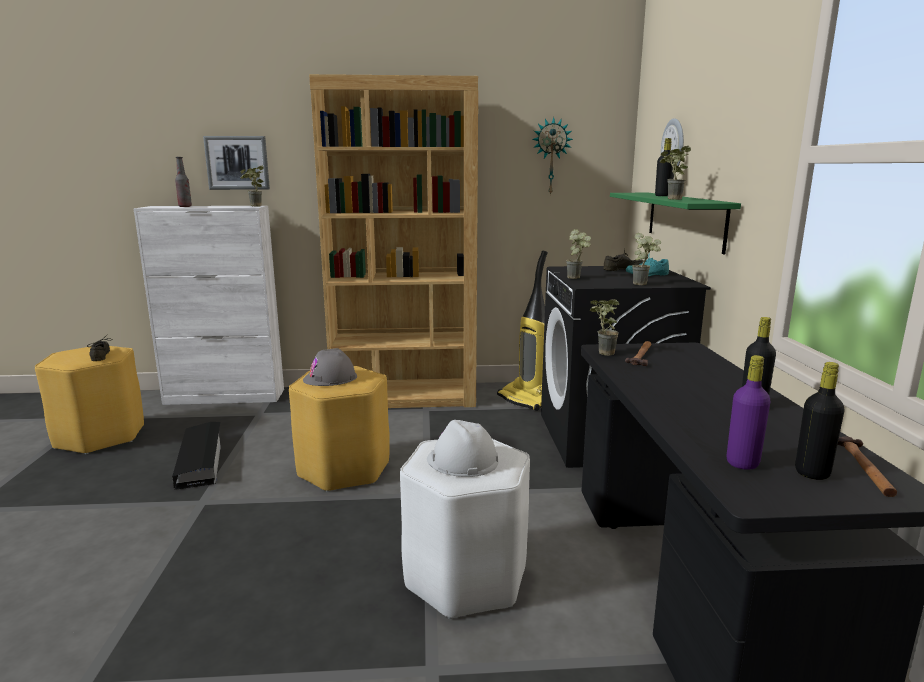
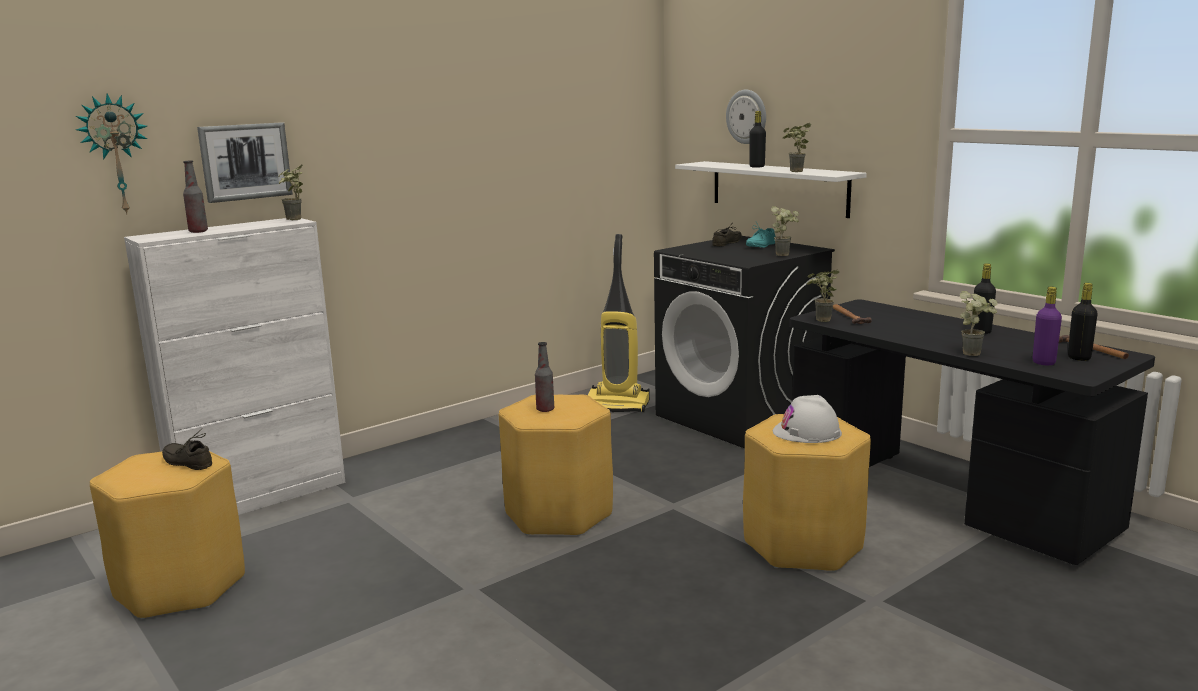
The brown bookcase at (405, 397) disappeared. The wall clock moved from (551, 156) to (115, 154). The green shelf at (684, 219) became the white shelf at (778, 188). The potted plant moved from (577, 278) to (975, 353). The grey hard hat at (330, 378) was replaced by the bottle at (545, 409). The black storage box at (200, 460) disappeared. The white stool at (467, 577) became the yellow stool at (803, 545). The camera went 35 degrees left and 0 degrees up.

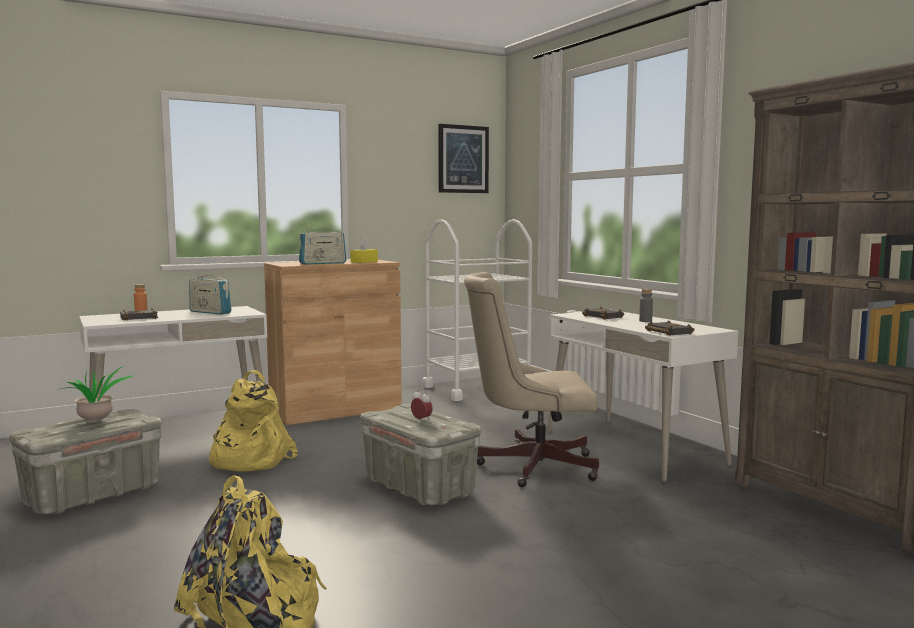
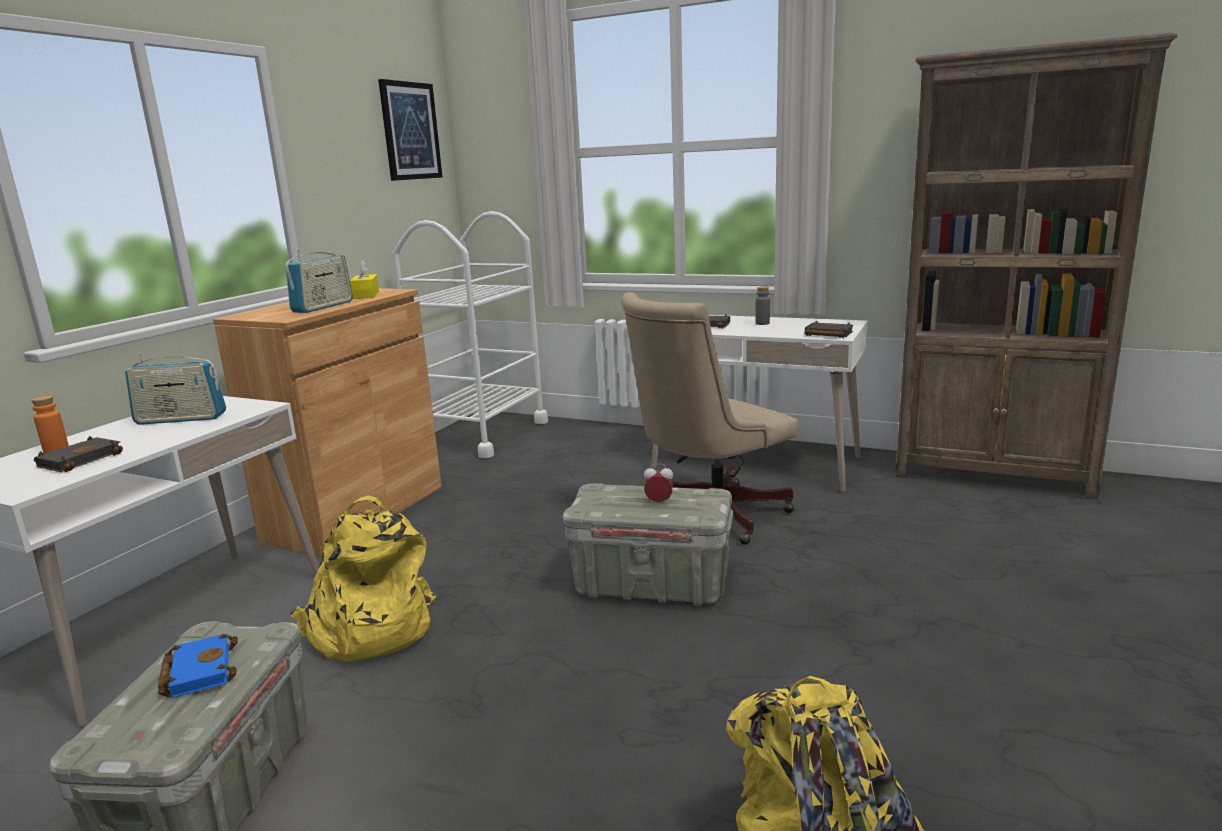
The potted plant at (97, 421) was replaced by the blue book at (197, 671). The camera went 35 degrees left and 10 degrees up.

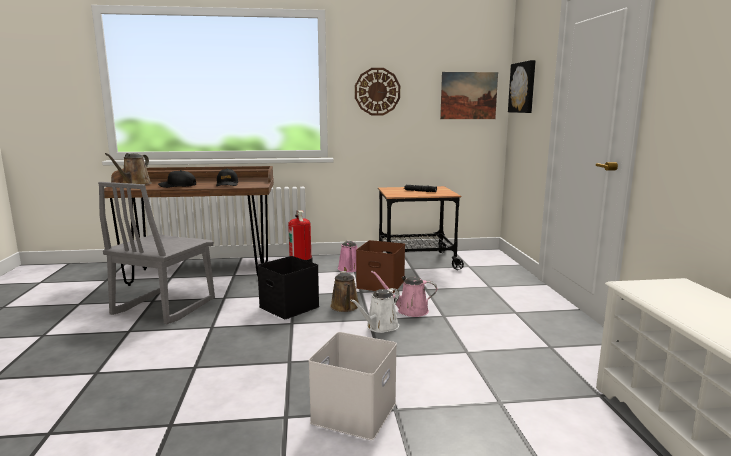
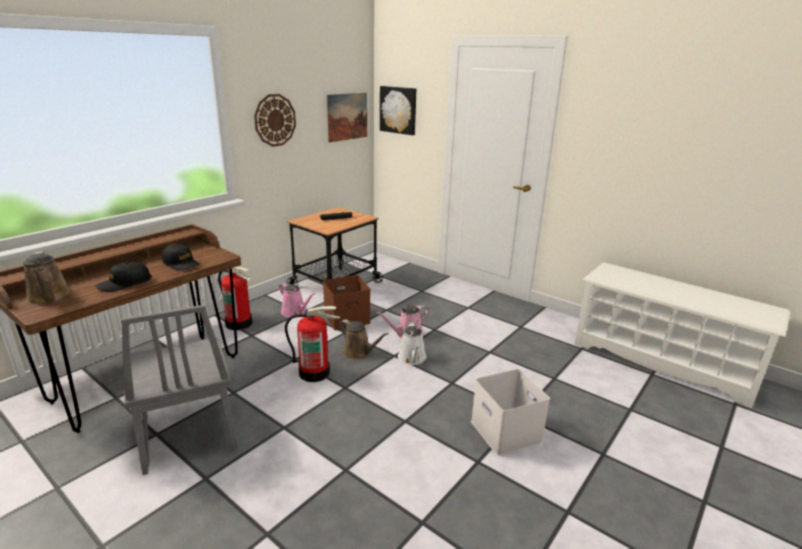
The black storage box at (290, 306) was replaced by the fire extinguisher at (314, 372). The camera went 45 degrees left and 10 degrees up.

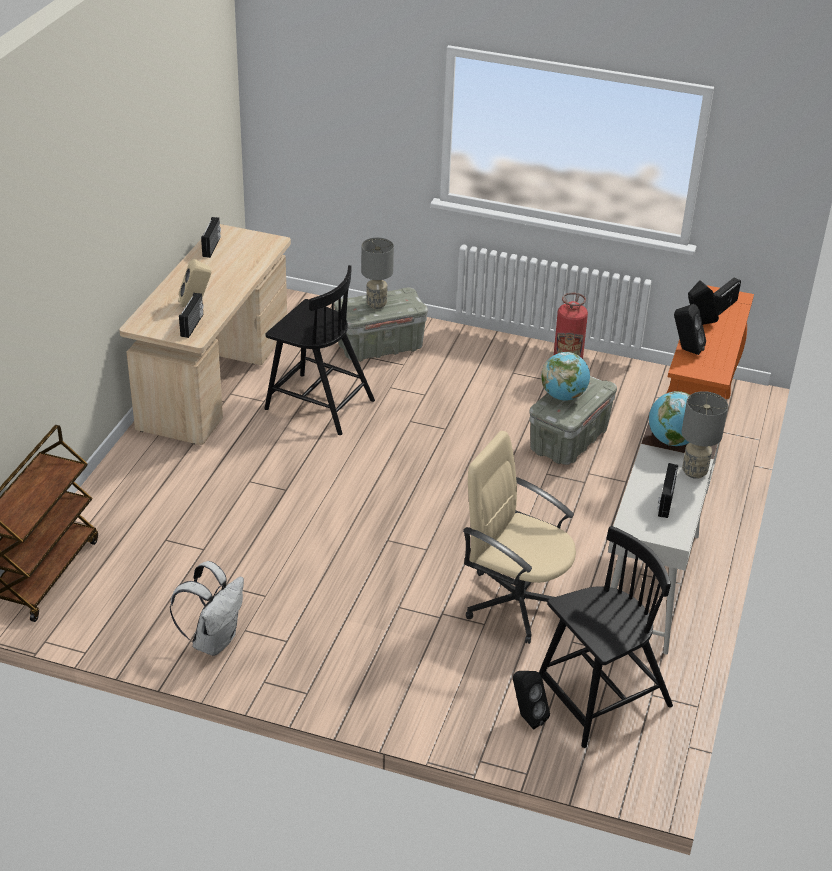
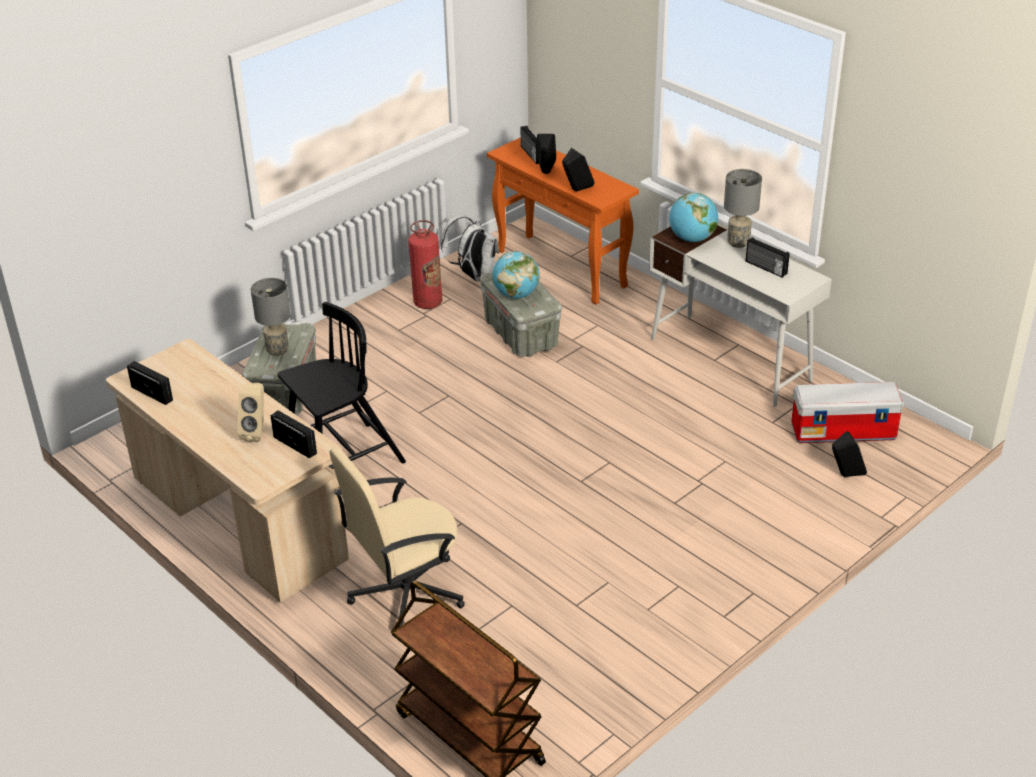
The beige office chair moved from (516, 601) to (405, 592). The black chair at (600, 699) was replaced by the storage box at (844, 431). The white backpack moved from (214, 640) to (474, 275). The camera went 60 degrees left and 0 degrees up.

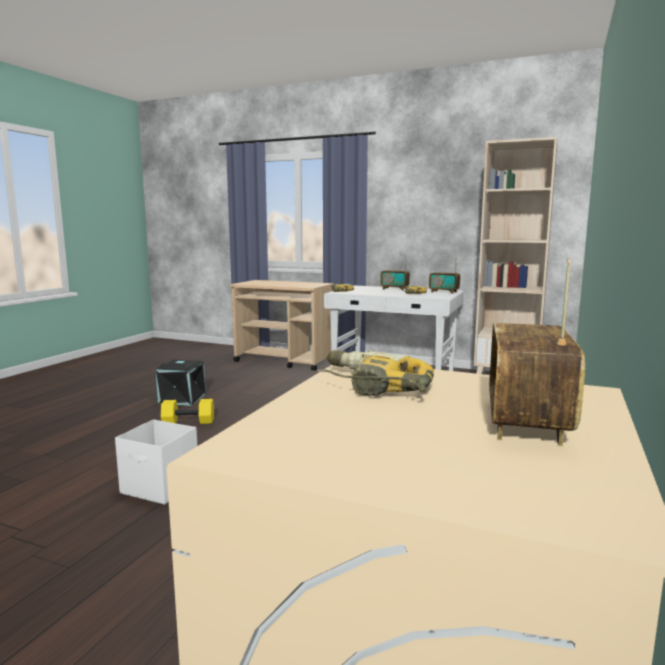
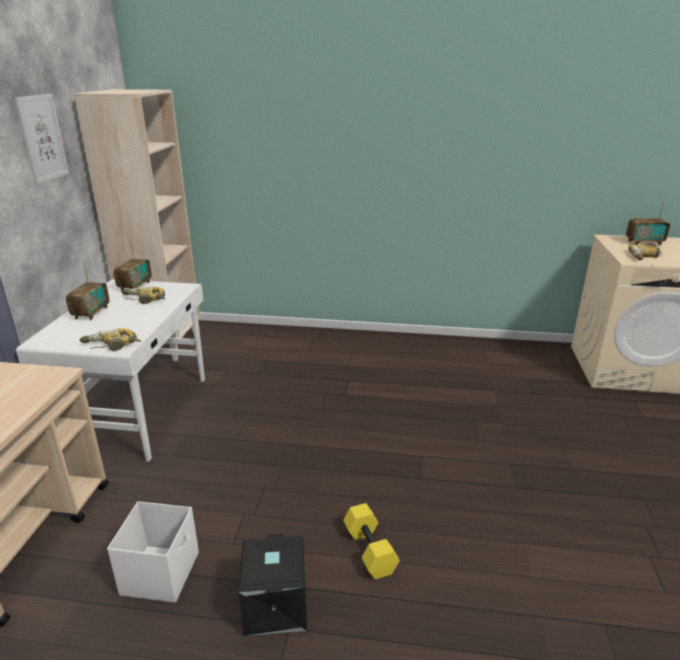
The white storage box moved from (161, 487) to (161, 573). The picture at (42, 138) appeared. The camera went 105 degrees left and 15 degrees up.

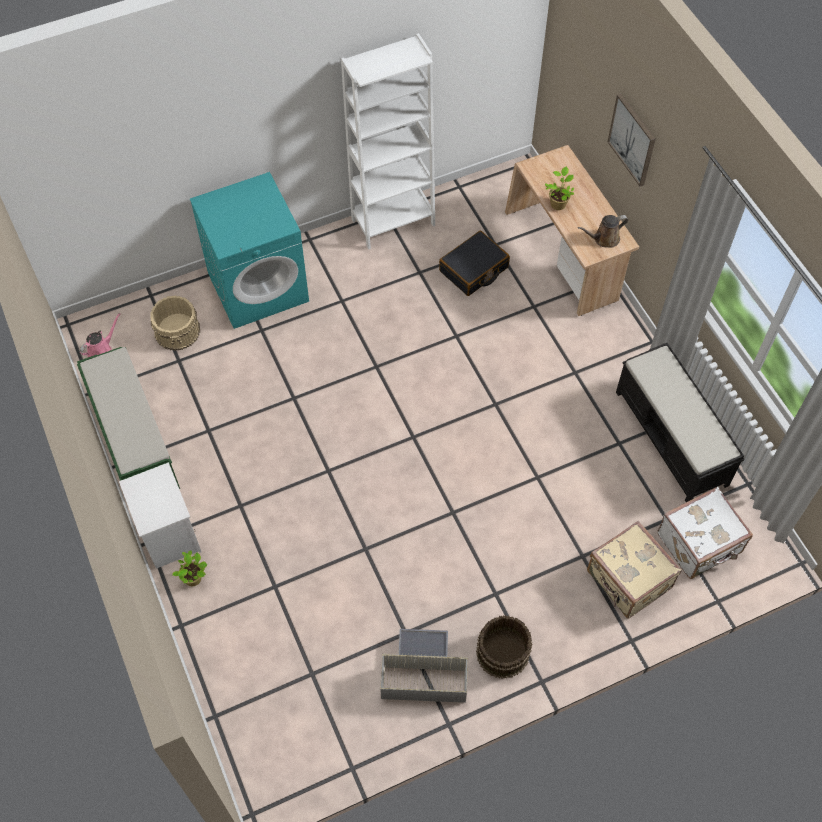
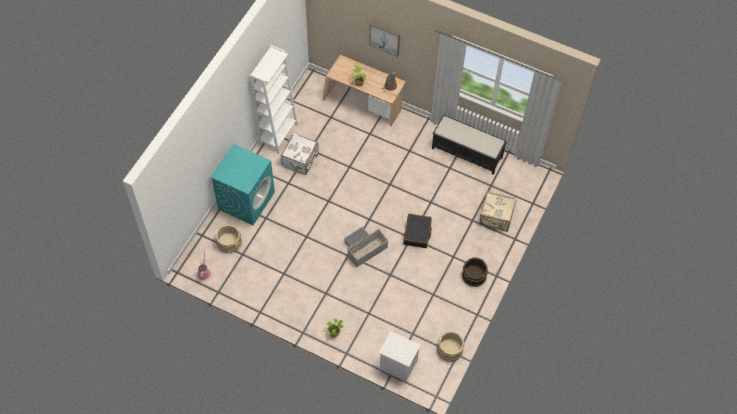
The black suitcase moved from (474, 270) to (417, 233). The green bench at (134, 439) disappeared. The white nightstand moved from (168, 535) to (397, 366). The white suitcase moved from (700, 544) to (301, 160). The grey storage box moved from (422, 673) to (364, 249). The beige bucket at (449, 349) appeared. The camera went 40 degrees left and 0 degrees up.

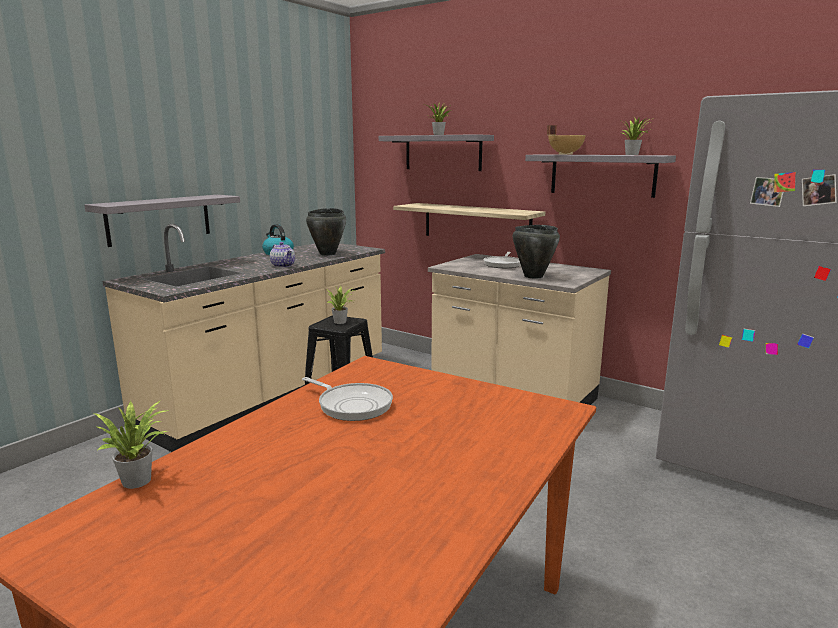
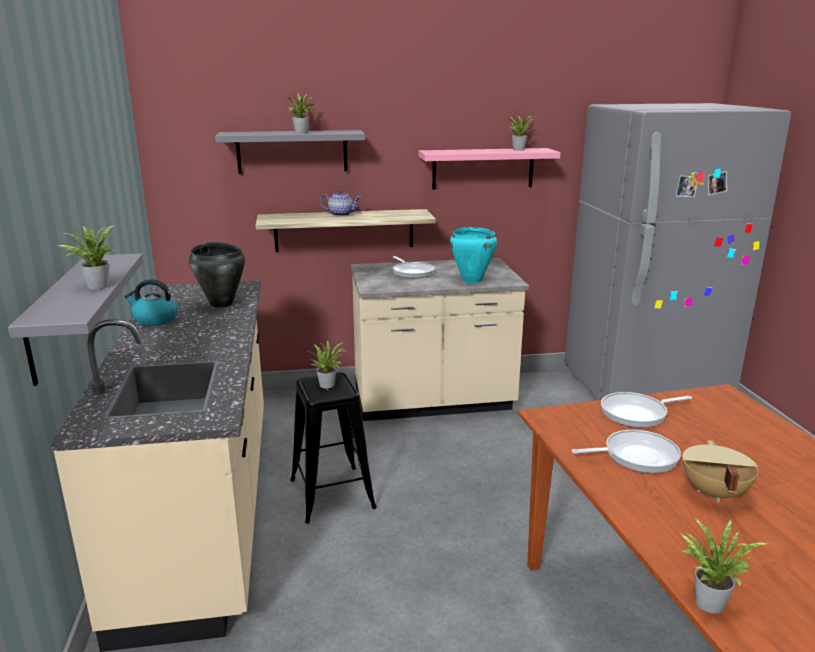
The beige cooking pot moved from (564, 154) to (712, 492). The grey shelf at (602, 175) became the pink shelf at (483, 168). The black cooking pot at (533, 276) became the turquoise cooking pot at (471, 280). The teapot moved from (283, 266) to (341, 214). The potted plant at (96, 286) appeared. The frying pan at (637, 413) appeared. The camera went 45 degrees left and 5 degrees up.

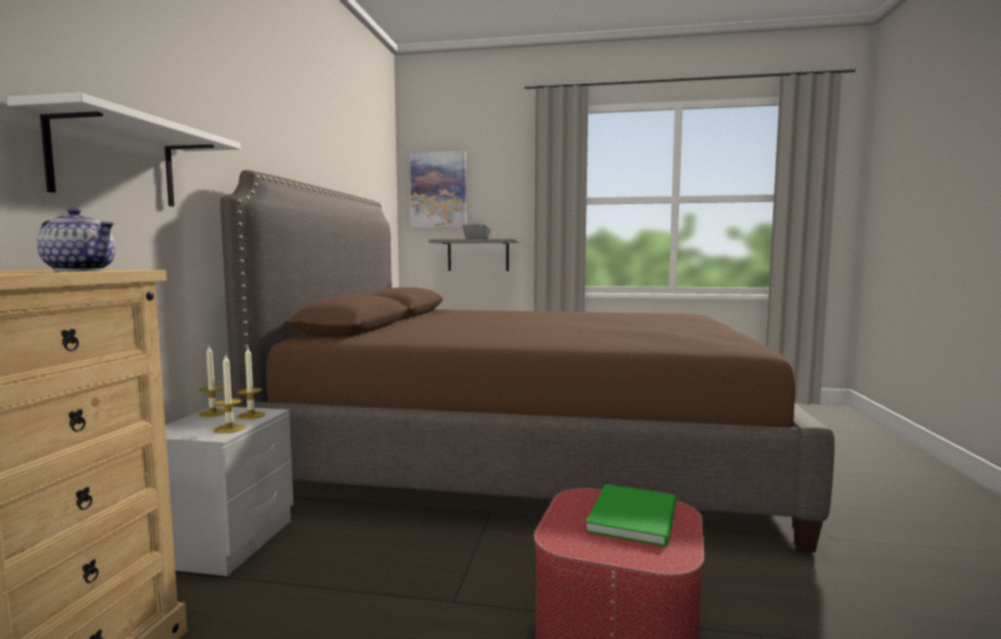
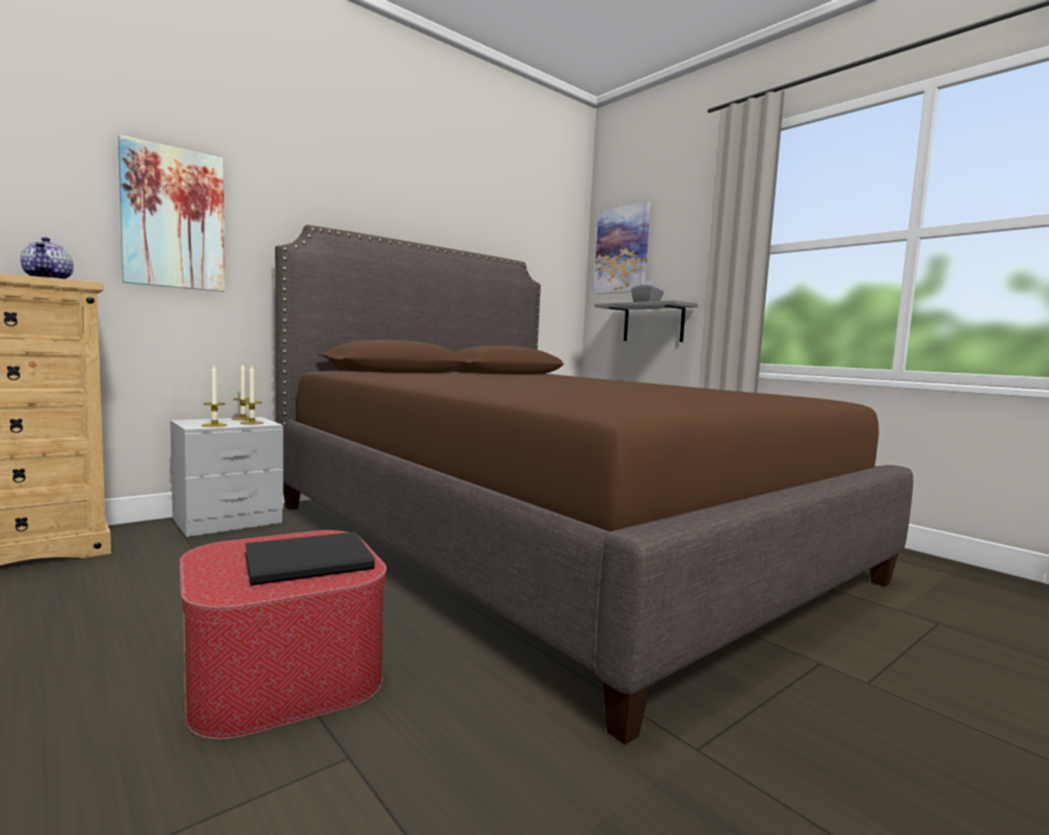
The white shelf at (115, 162) was replaced by the picture at (173, 219). The green book at (636, 516) became the black book at (312, 562). The camera went 40 degrees right and 0 degrees up.

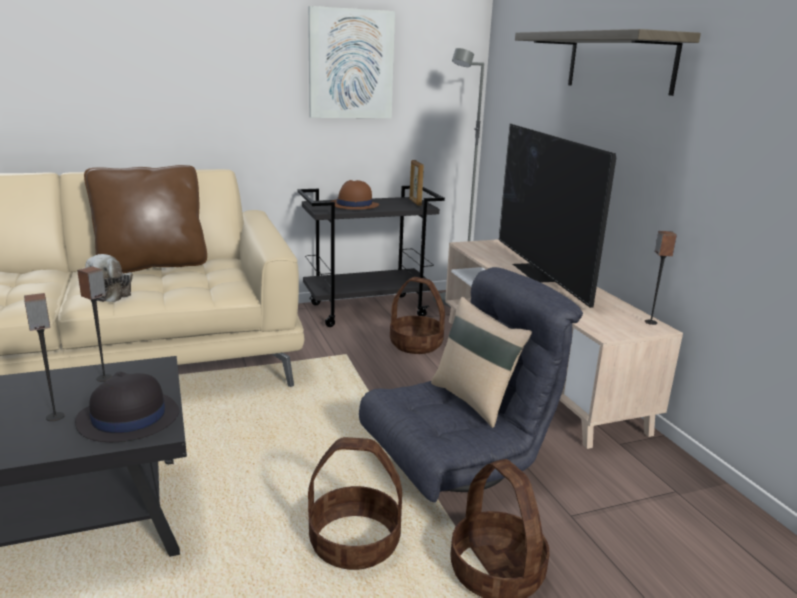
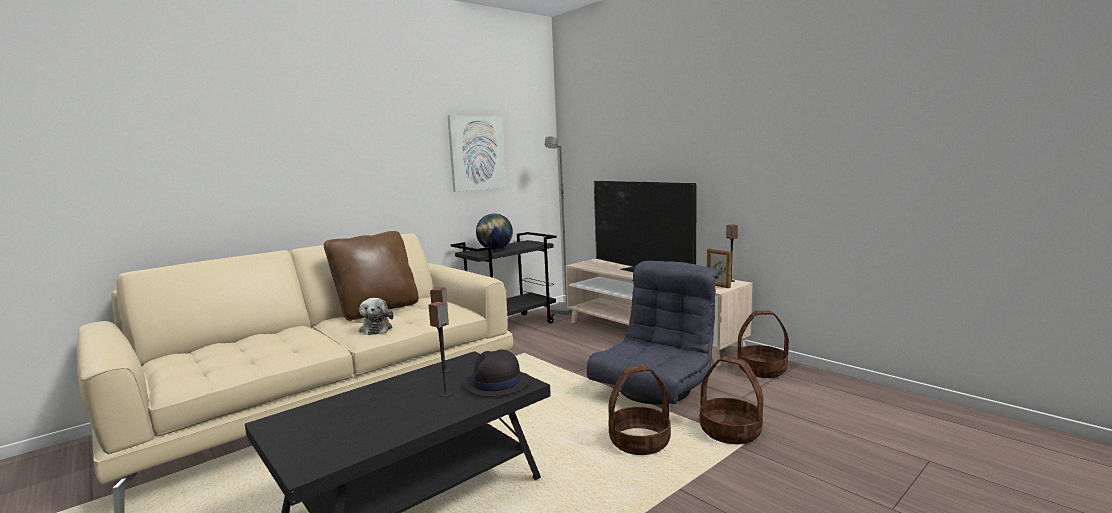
The shelf at (619, 62) disappeared. The picture frame moved from (415, 202) to (718, 286). The brown hat at (353, 205) was replaced by the globe at (495, 249). The basket moved from (416, 344) to (762, 370). The beige pillow at (474, 400) disappeared. The camera went 20 degrees left and 10 degrees down.

